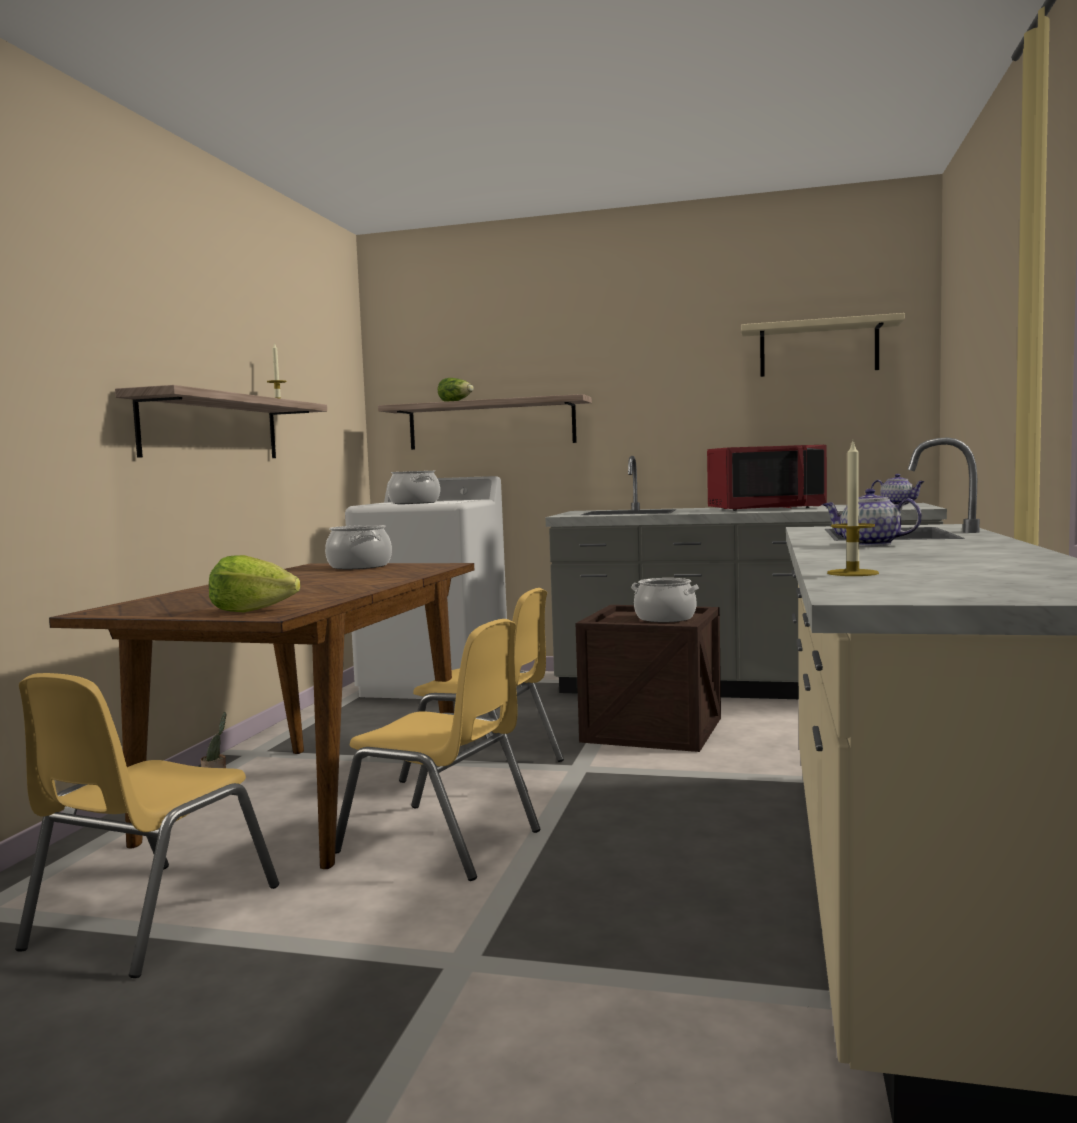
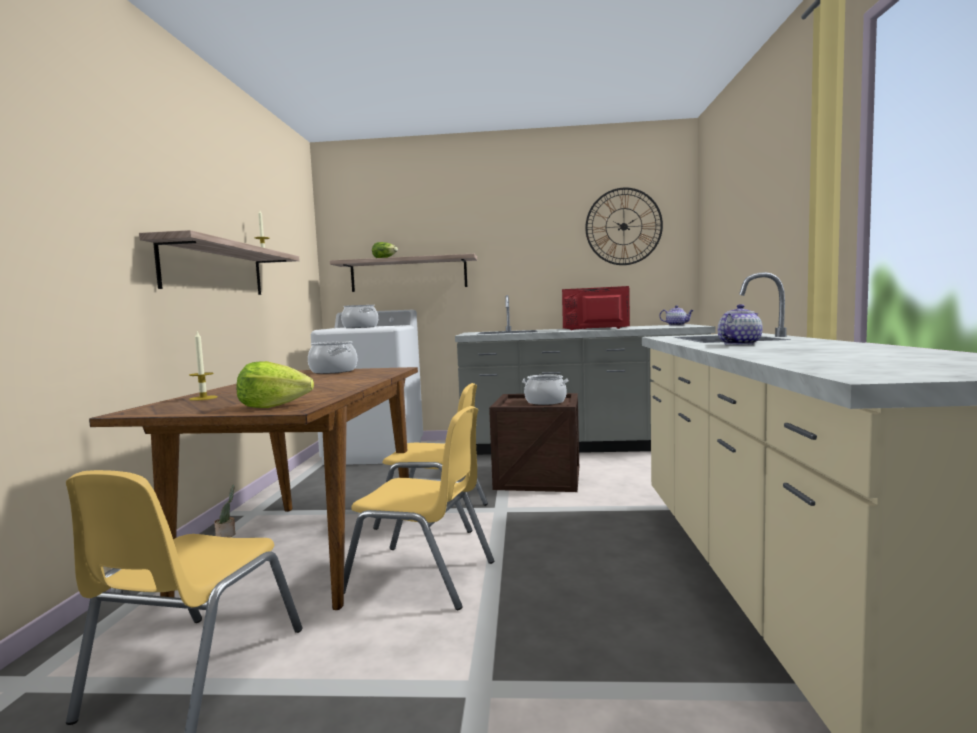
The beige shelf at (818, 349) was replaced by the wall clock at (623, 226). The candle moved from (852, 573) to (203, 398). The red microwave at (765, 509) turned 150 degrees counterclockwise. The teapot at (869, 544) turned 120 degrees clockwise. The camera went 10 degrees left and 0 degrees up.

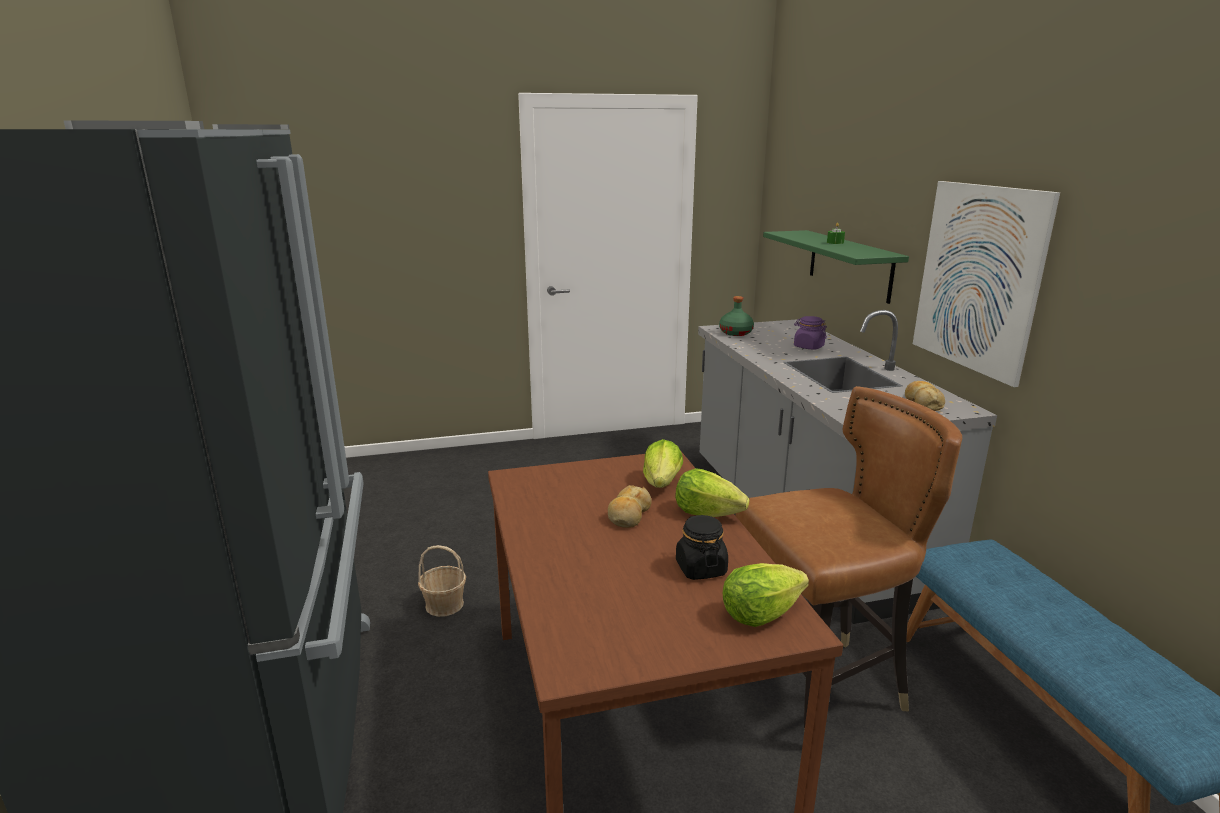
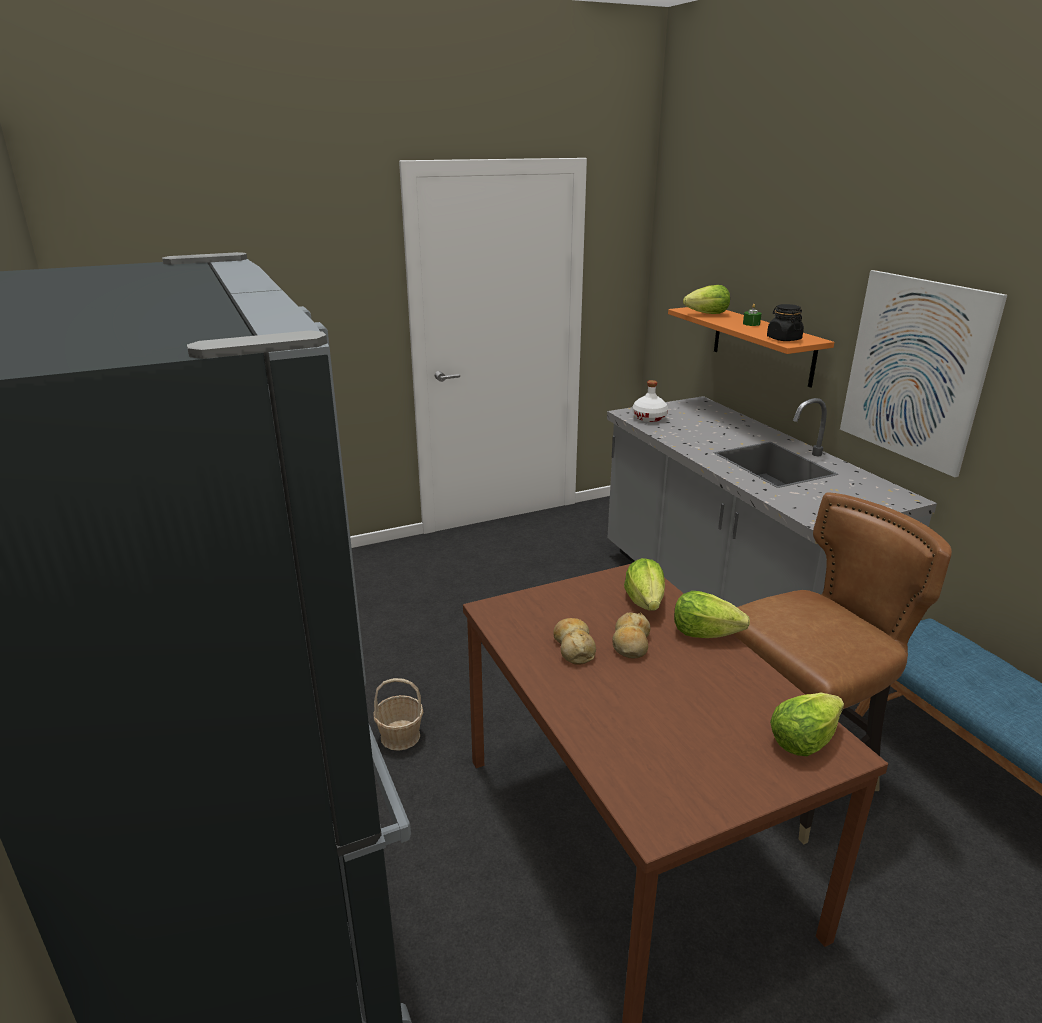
The green shelf at (849, 265) became the orange shelf at (762, 345). The green bottle at (736, 333) became the white bottle at (649, 418). The purple jar at (808, 347) disappeared. The bread moved from (923, 403) to (574, 647). The black jar moved from (700, 568) to (783, 339). The lettuce at (707, 314) appeared. The camera went 10 degrees left and 5 degrees up.

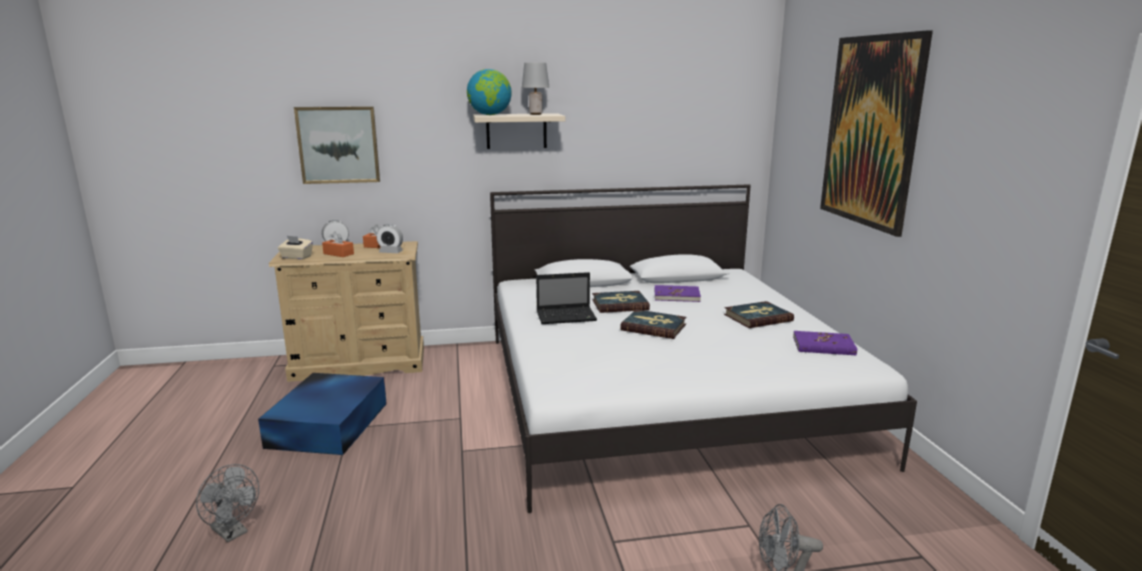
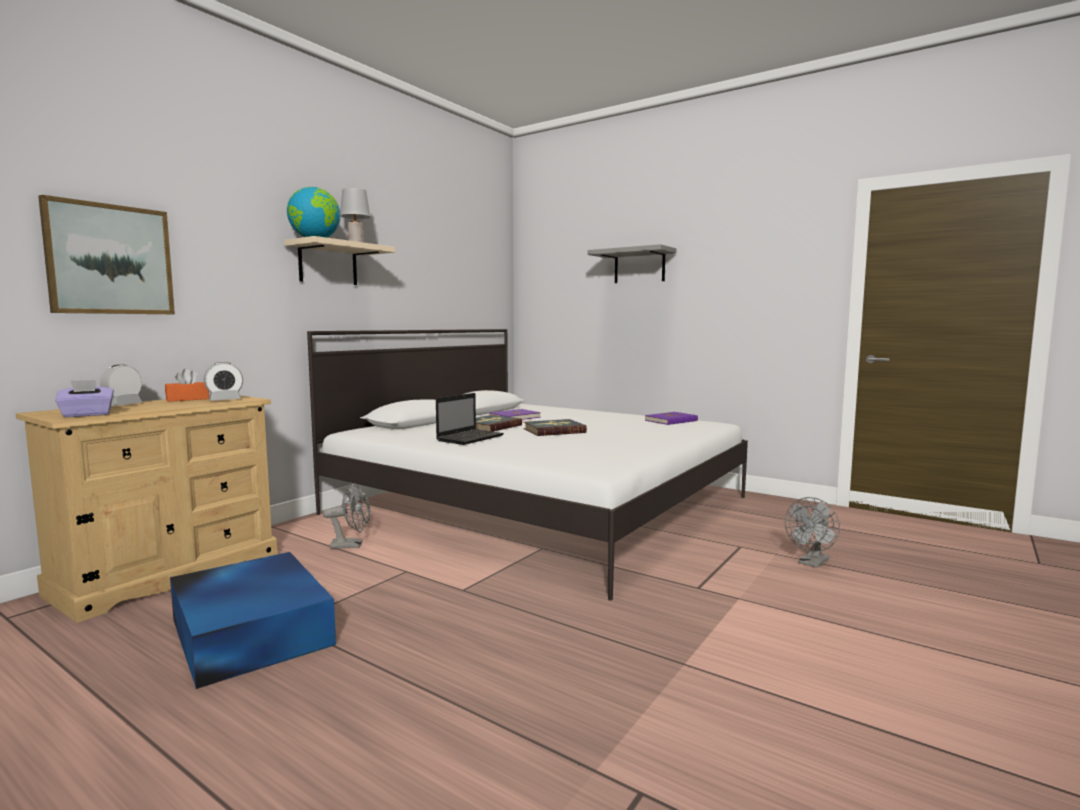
The picture at (871, 131) was replaced by the grey shelf at (639, 266). The orange tissue box at (338, 254) disappeared. The beige tissue box at (296, 257) became the purple tissue box at (87, 415). The book at (757, 317) disappeared. The grey fan moved from (233, 533) to (351, 545). The camera went 45 degrees left and 10 degrees down.

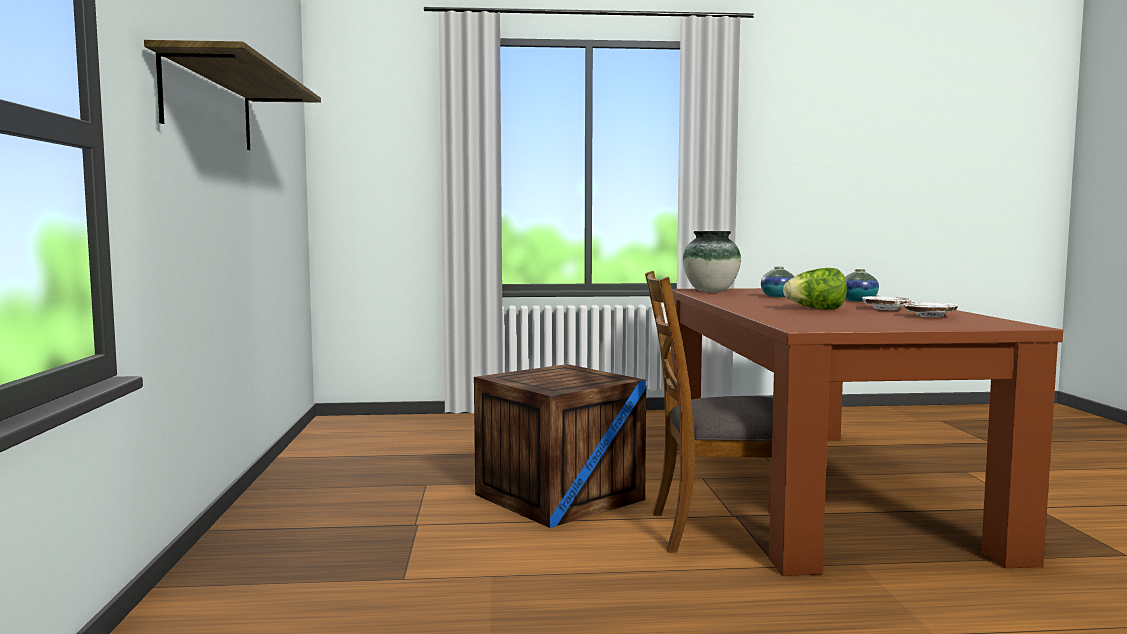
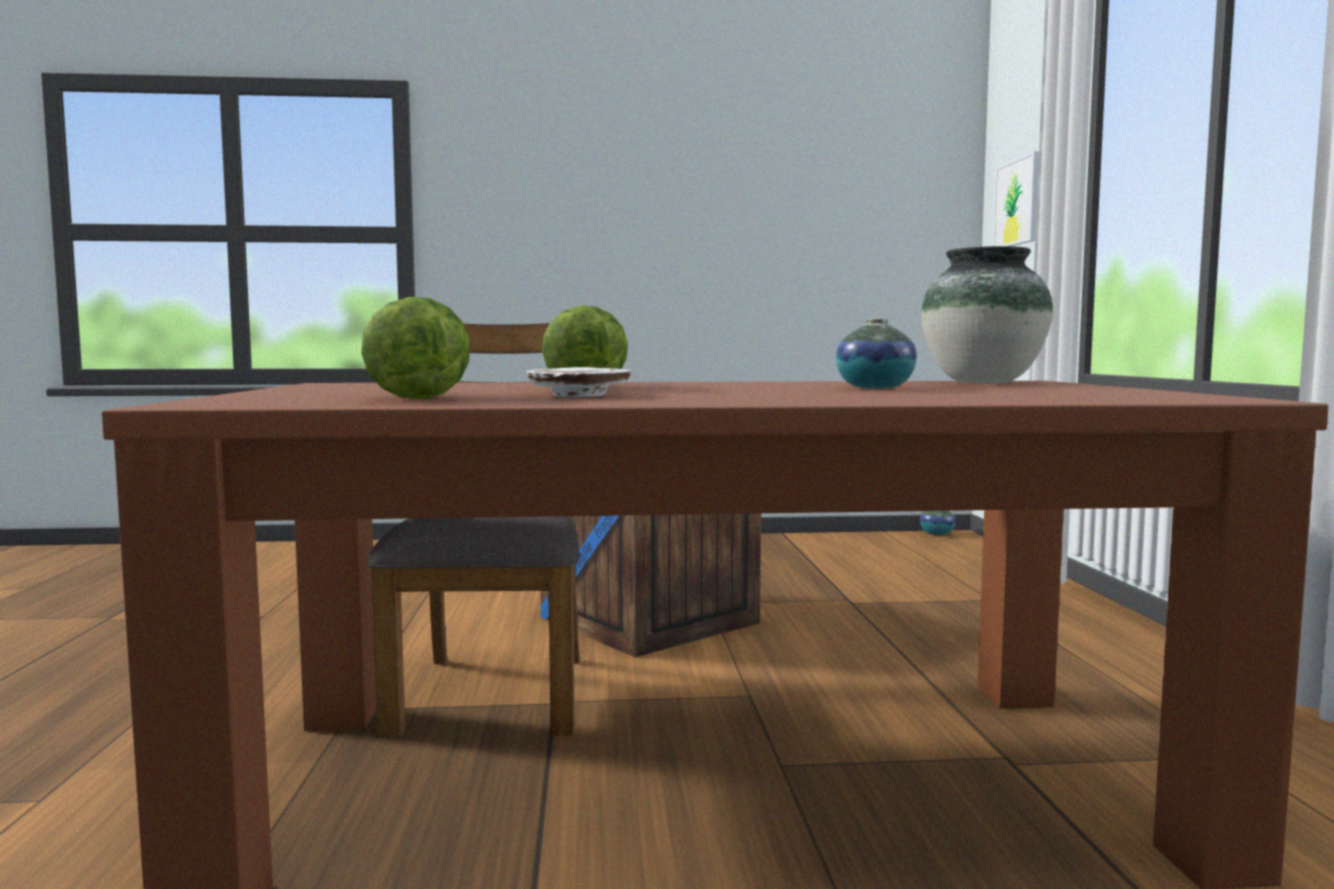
The shelf at (209, 106) disappeared. The vase moved from (858, 301) to (937, 533). The white plate at (930, 316) was replaced by the lettuce at (418, 397). The picture at (1017, 202) appeared. The camera went 90 degrees right and 0 degrees up.

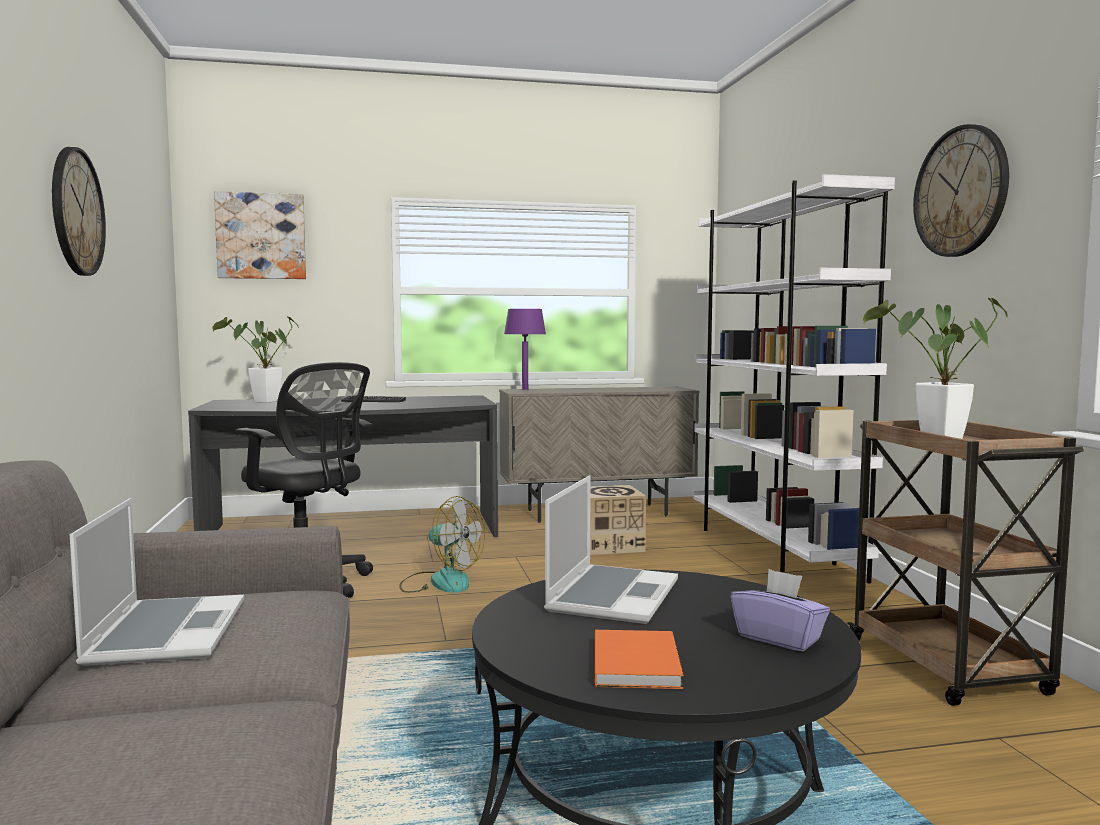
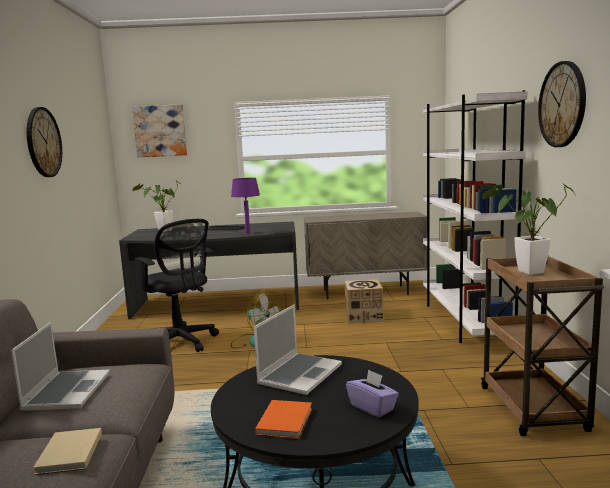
The purple table lamp moved from (524, 389) to (247, 233). The beige book at (68, 454) appeared. The camera went 10 degrees right and 5 degrees up.

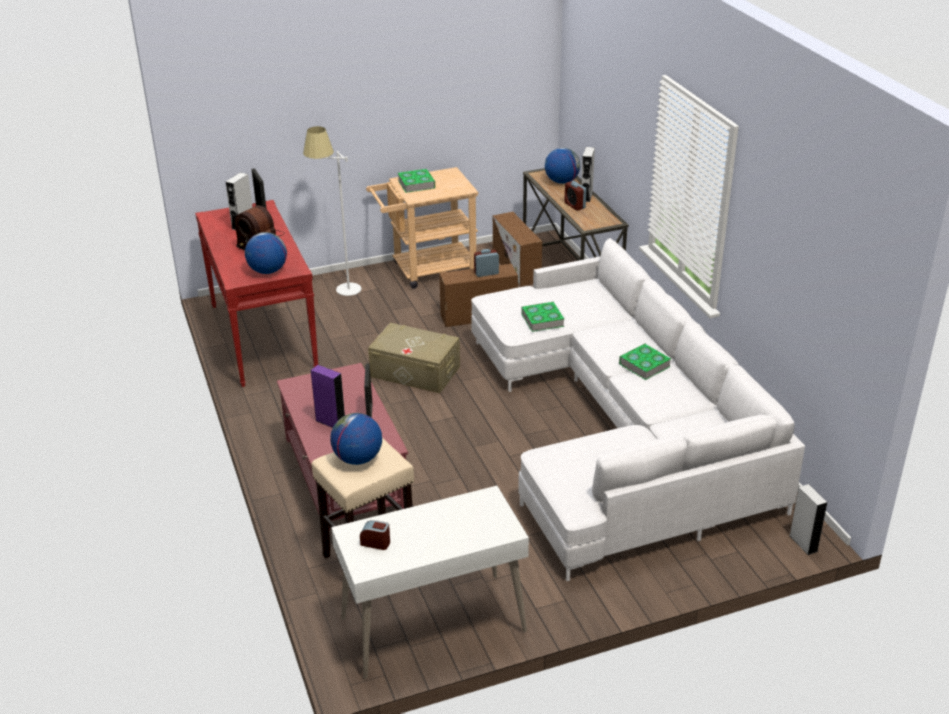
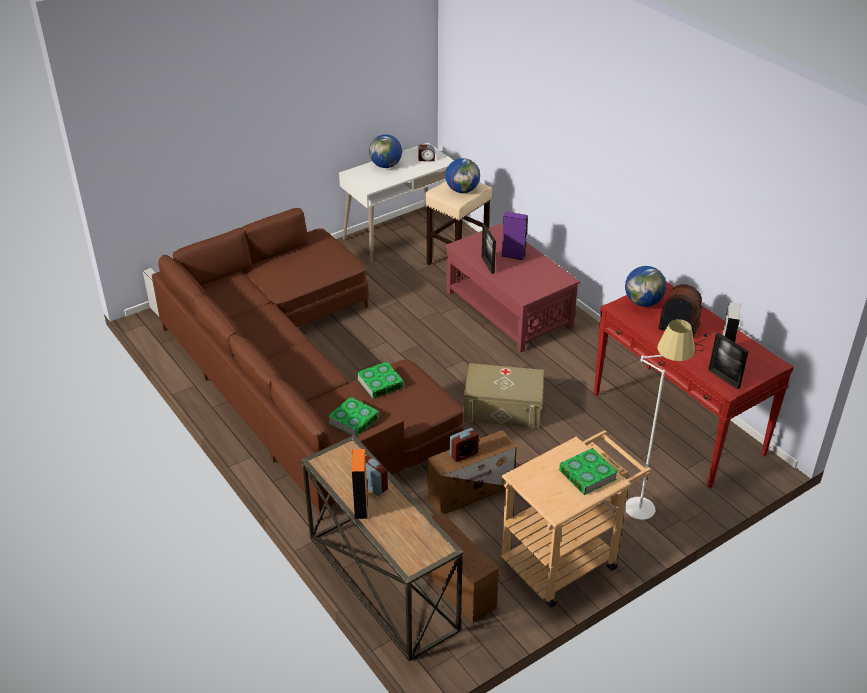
The grey speaker at (586, 196) became the orange speaker at (361, 506). The globe moved from (561, 181) to (386, 166). The white sofa at (620, 429) became the brown sofa at (298, 379). The book moved from (644, 365) to (353, 420). The camera went 165 degrees right and 5 degrees up.

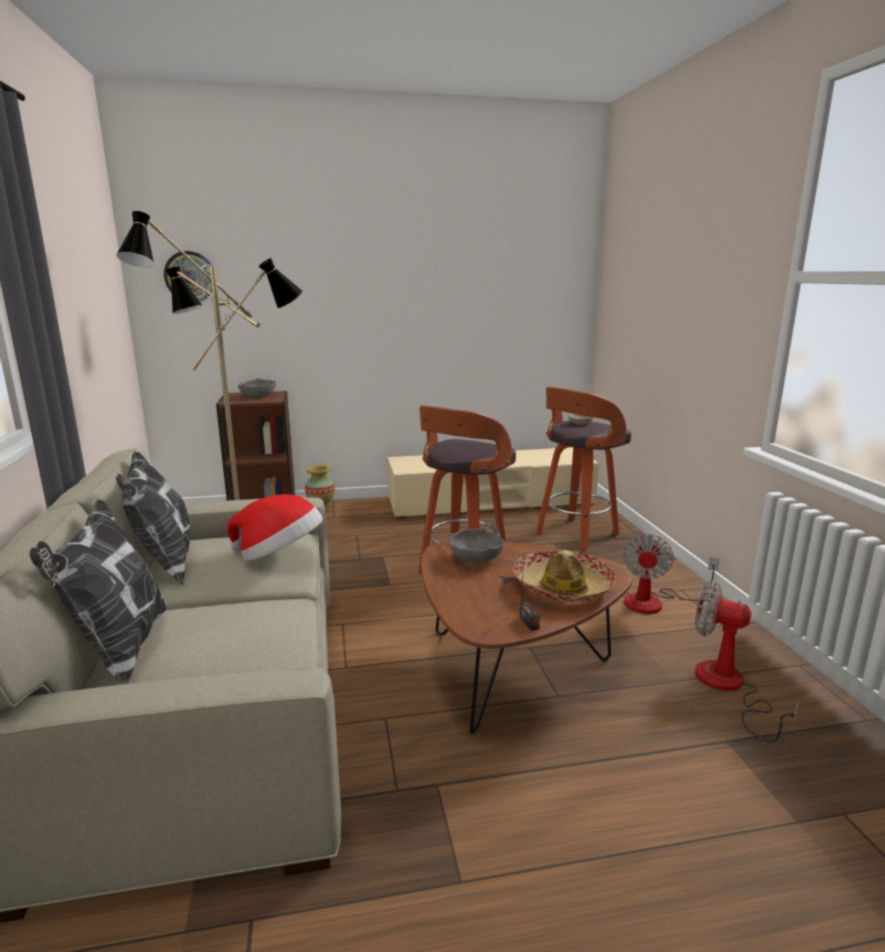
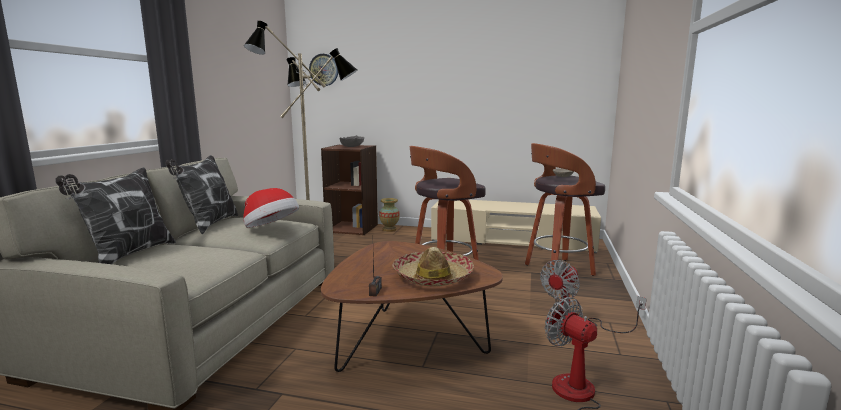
The grey bowl at (476, 558) disappeared. The camera went 25 degrees right and 5 degrees down.

